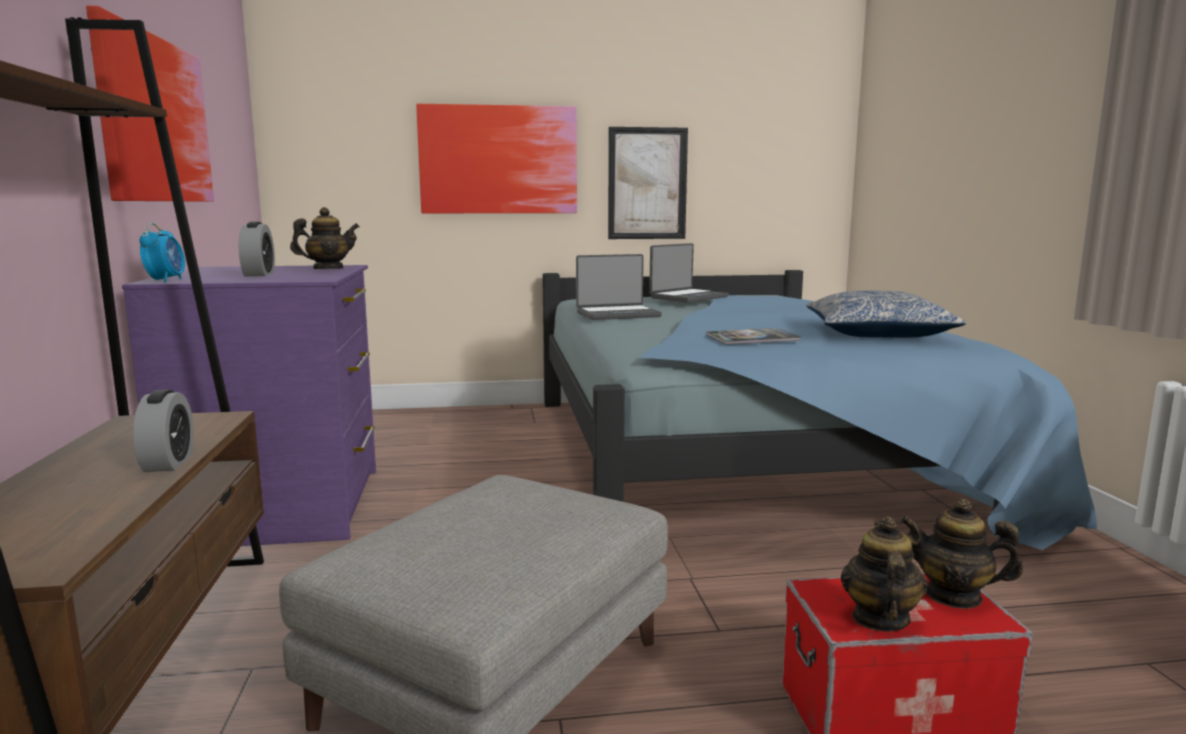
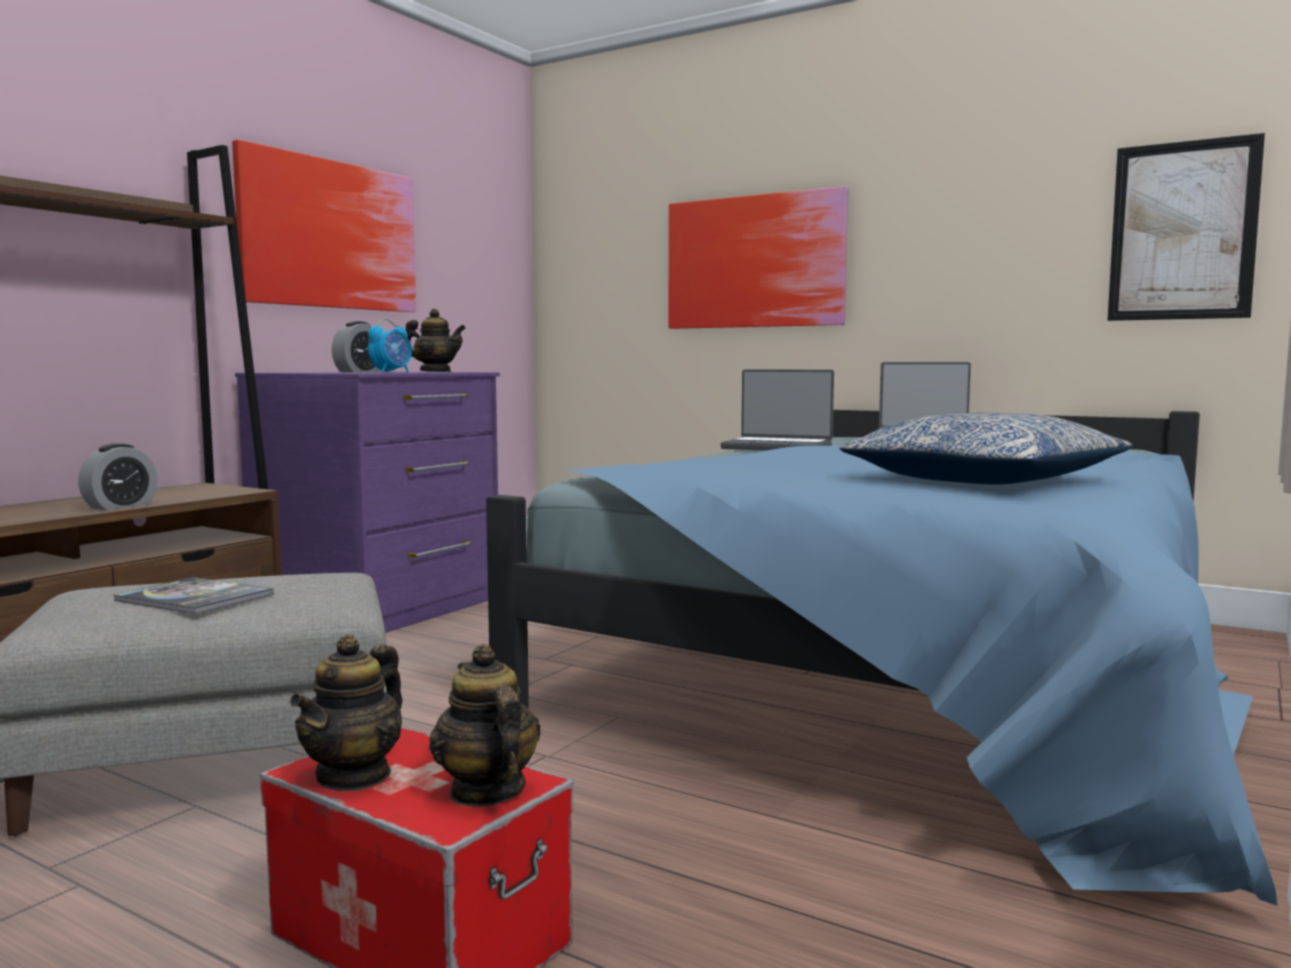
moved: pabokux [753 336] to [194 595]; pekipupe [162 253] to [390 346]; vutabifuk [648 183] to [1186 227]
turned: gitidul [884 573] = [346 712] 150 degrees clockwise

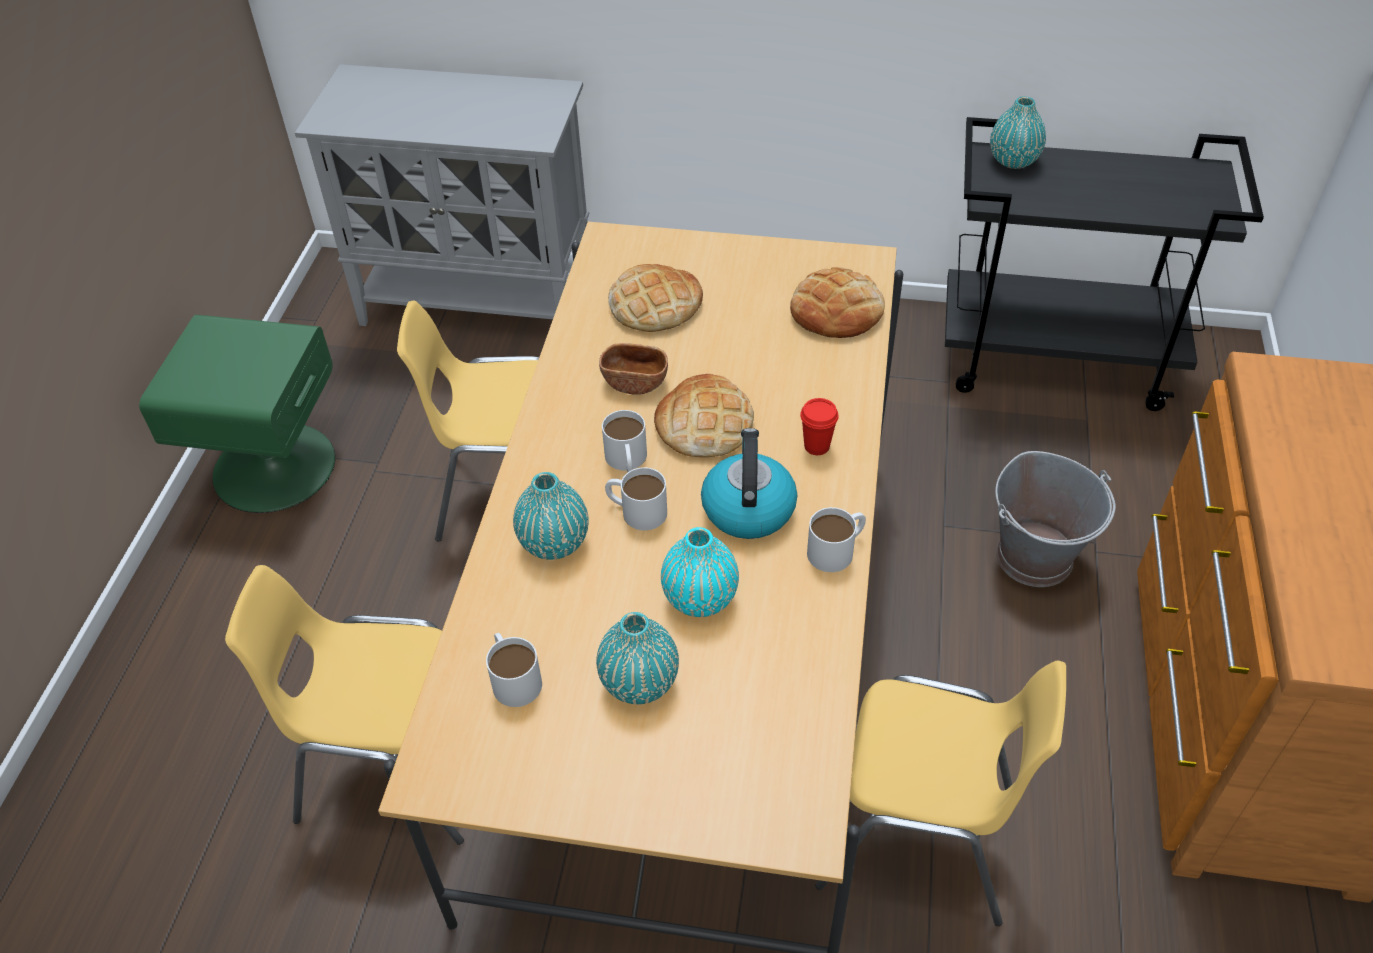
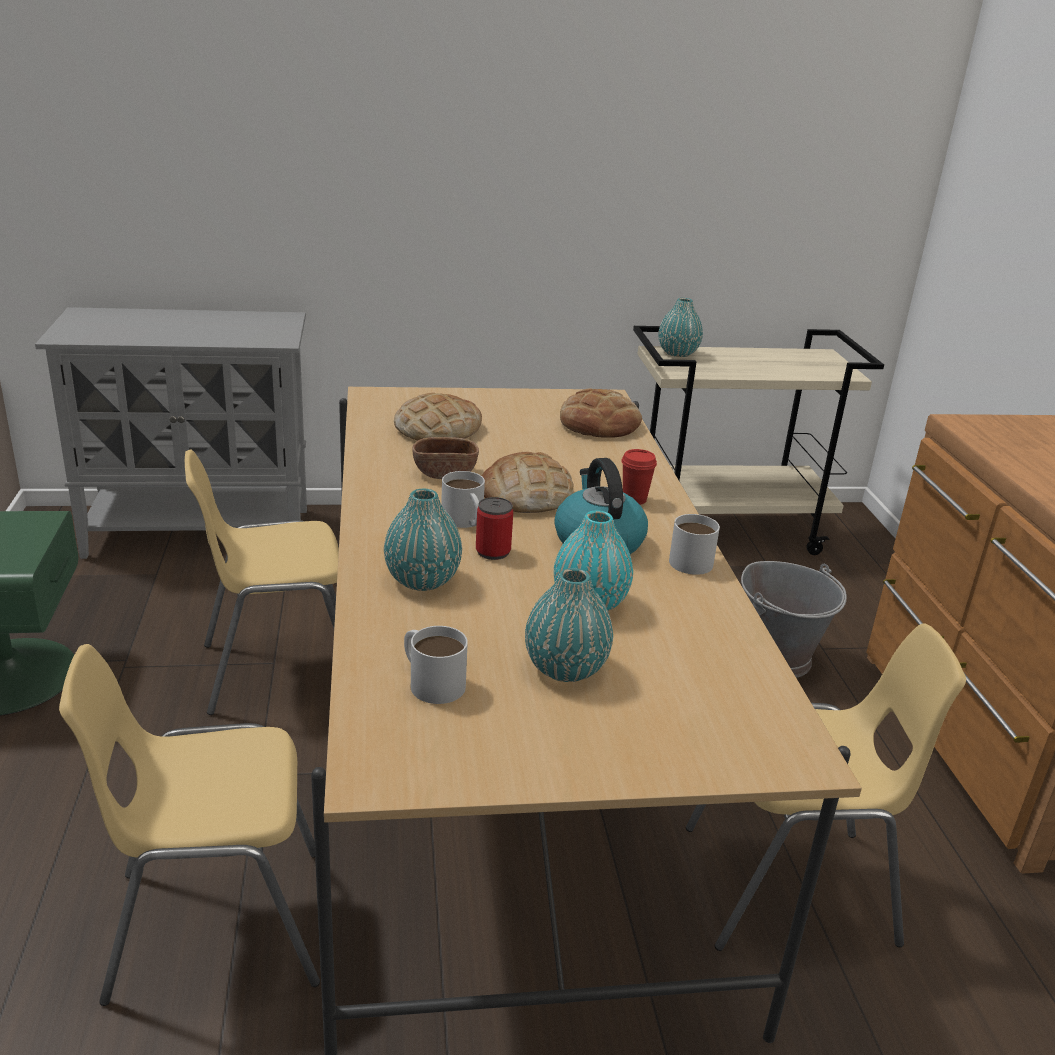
replaced: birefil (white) [636 498] to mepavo [494 528]
recoloured: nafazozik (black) [1104 264] to nafazozik (beige) [758 440]

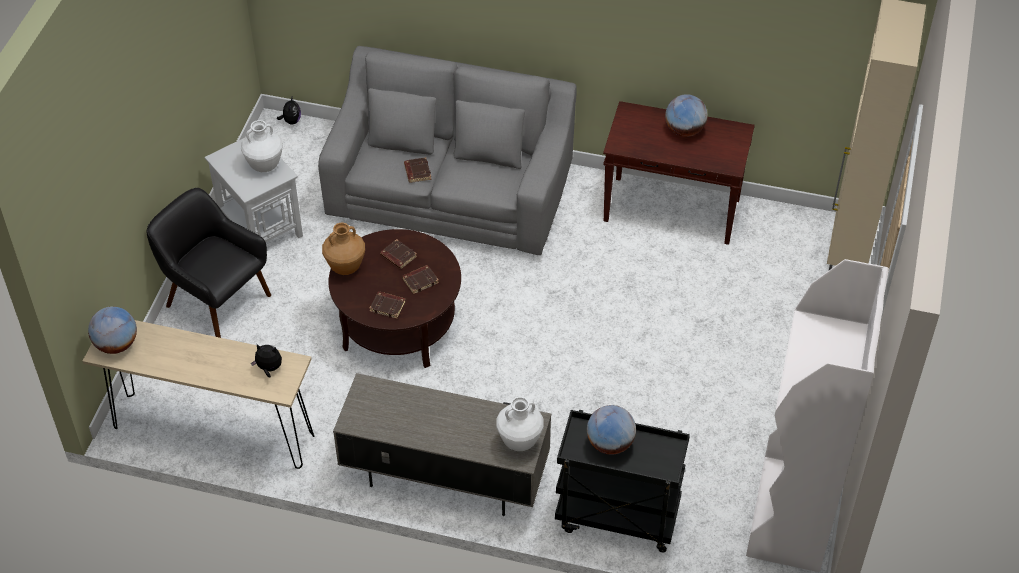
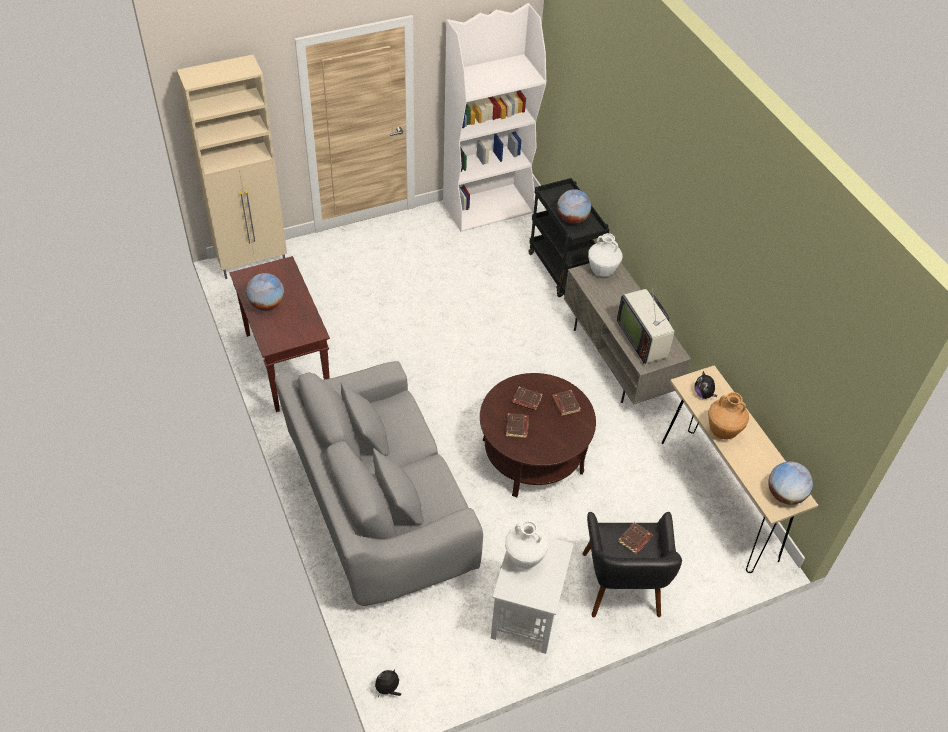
added: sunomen [646 325]
moved: pabokux (brown) [417 170] to [635 538]; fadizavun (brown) [343 249] to [728 416]

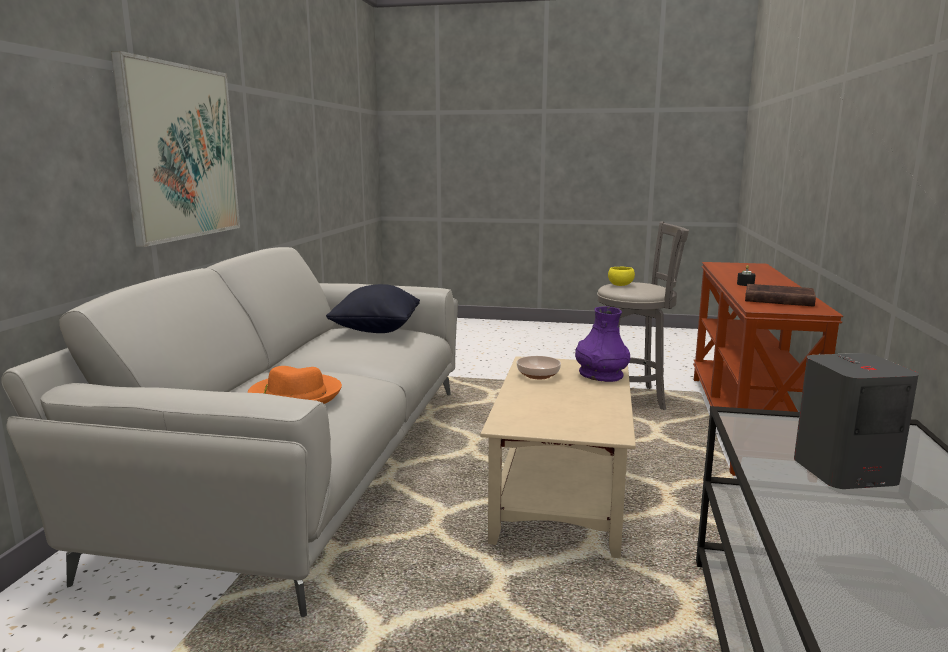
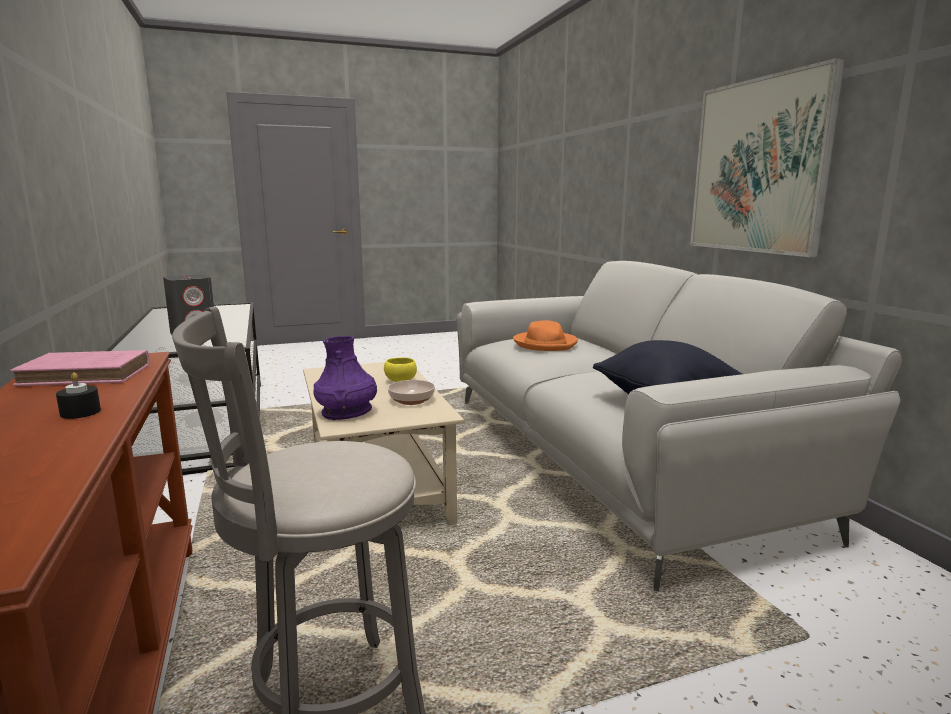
moved: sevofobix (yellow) [621 276] to [400 369]
recoloured: pabokux (brown) [780 295] to pabokux (pink) [80 368]

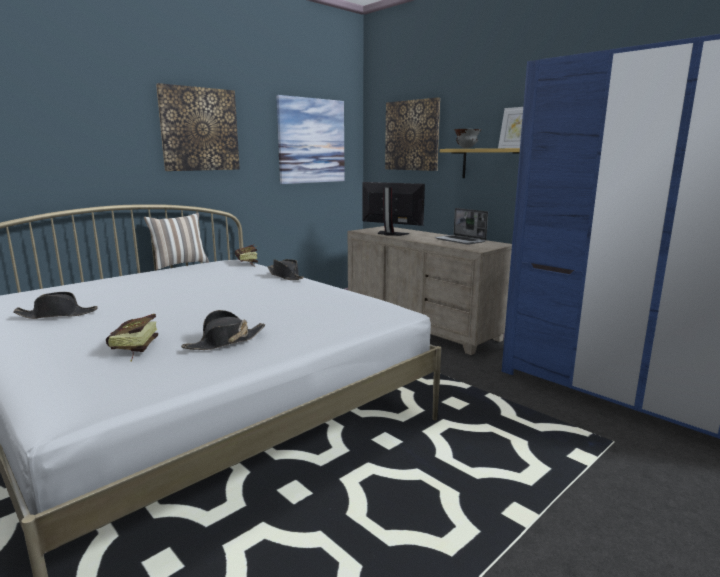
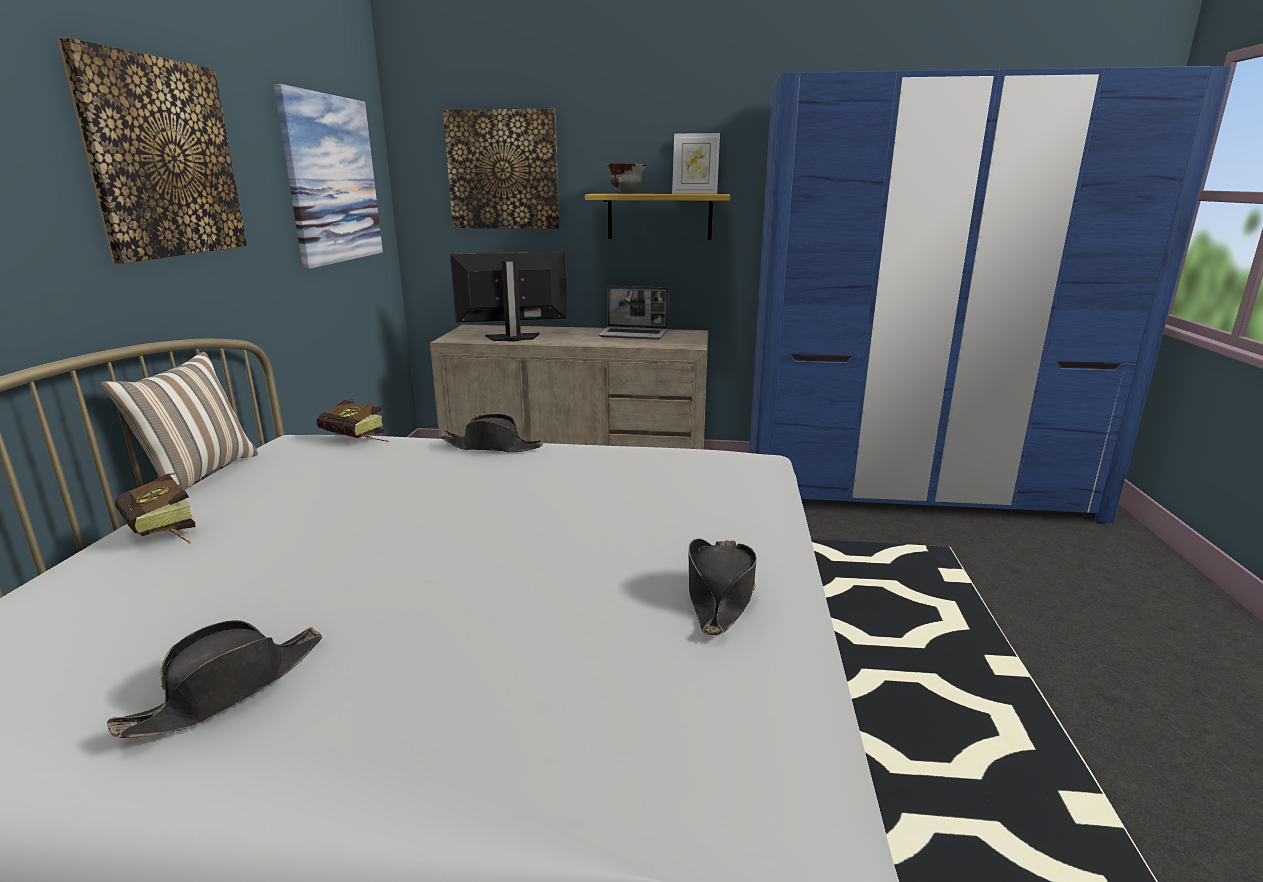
moved: pabokux [132 338] to [155 508]

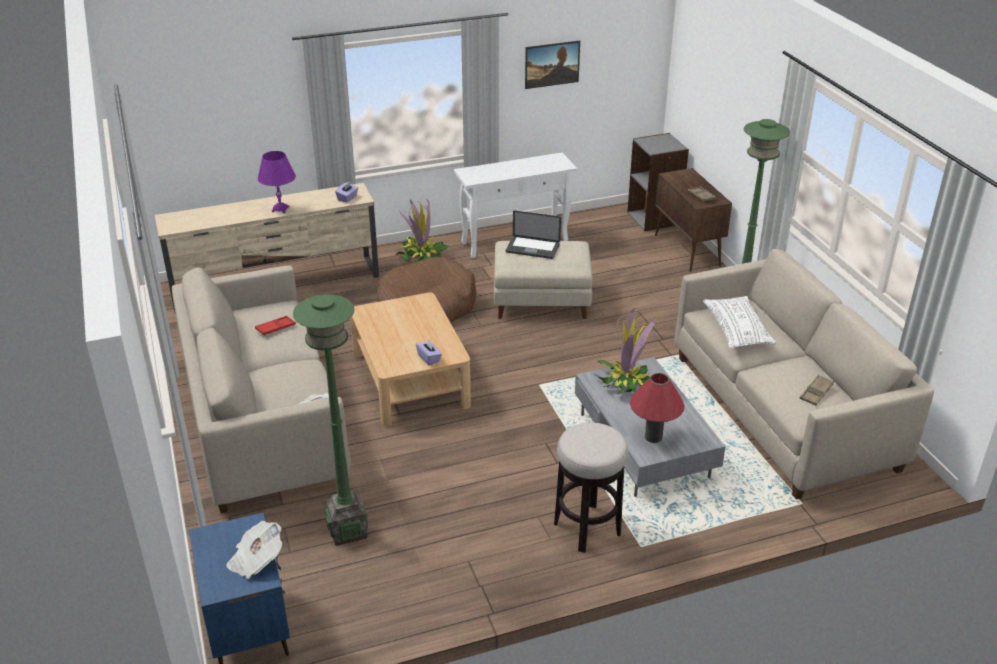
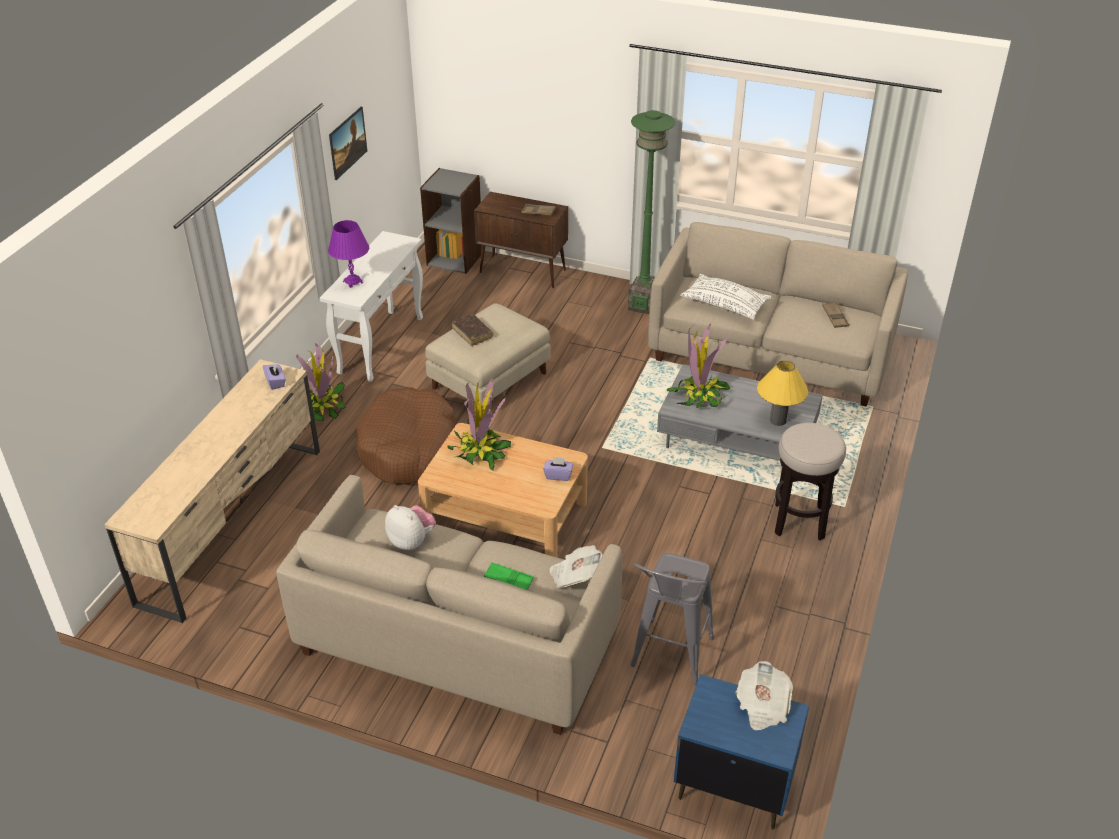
added: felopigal [479 424]; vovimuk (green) [509 576]
moved: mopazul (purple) [277 182] to [348 254]
replaced: vovimuk (red) [275 325] to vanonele [410 527]; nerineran [533 235] to pabokux (brown) [473 330]; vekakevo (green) [330 420] to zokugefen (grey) [672 619]
recoloured: mopazul (red) [657 408] to mopazul (yellow) [782 393]

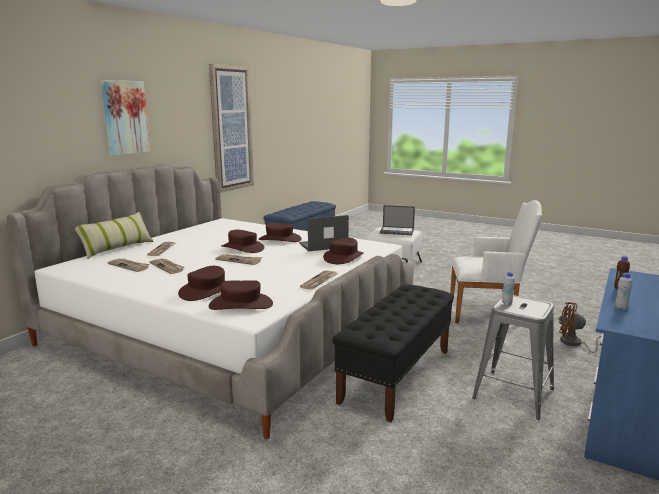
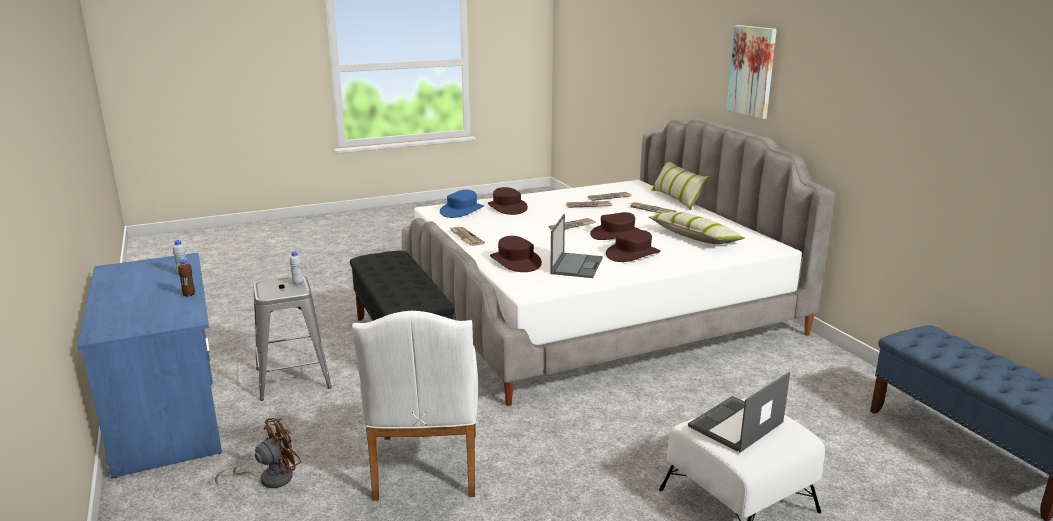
removed: vutabifuk [231 128]
added: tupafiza [697 228]
recoloured: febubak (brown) [241 295] to febubak (blue) [462 204]
turned: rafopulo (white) [496 261] = [415 406] 45 degrees counterclockwise

